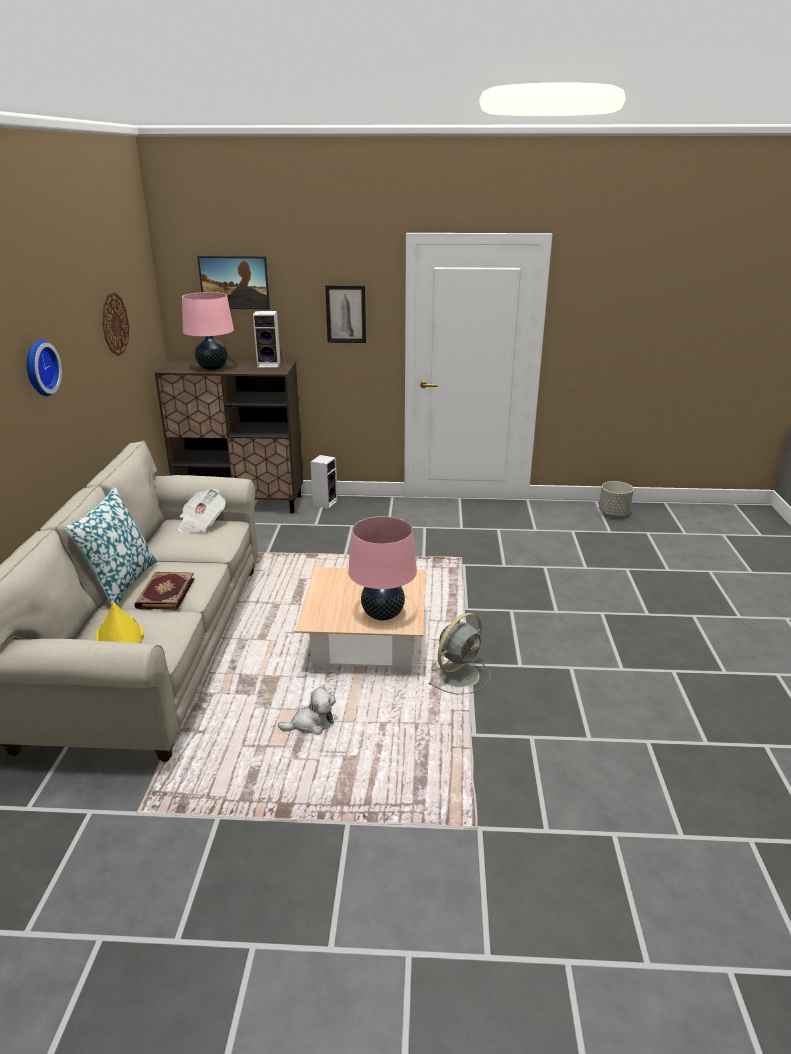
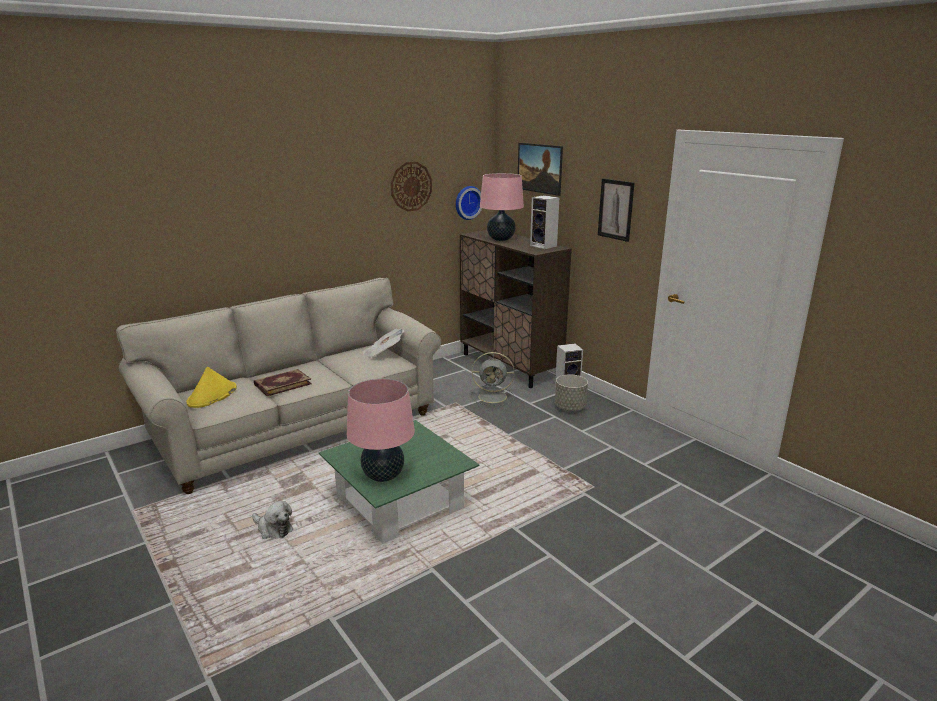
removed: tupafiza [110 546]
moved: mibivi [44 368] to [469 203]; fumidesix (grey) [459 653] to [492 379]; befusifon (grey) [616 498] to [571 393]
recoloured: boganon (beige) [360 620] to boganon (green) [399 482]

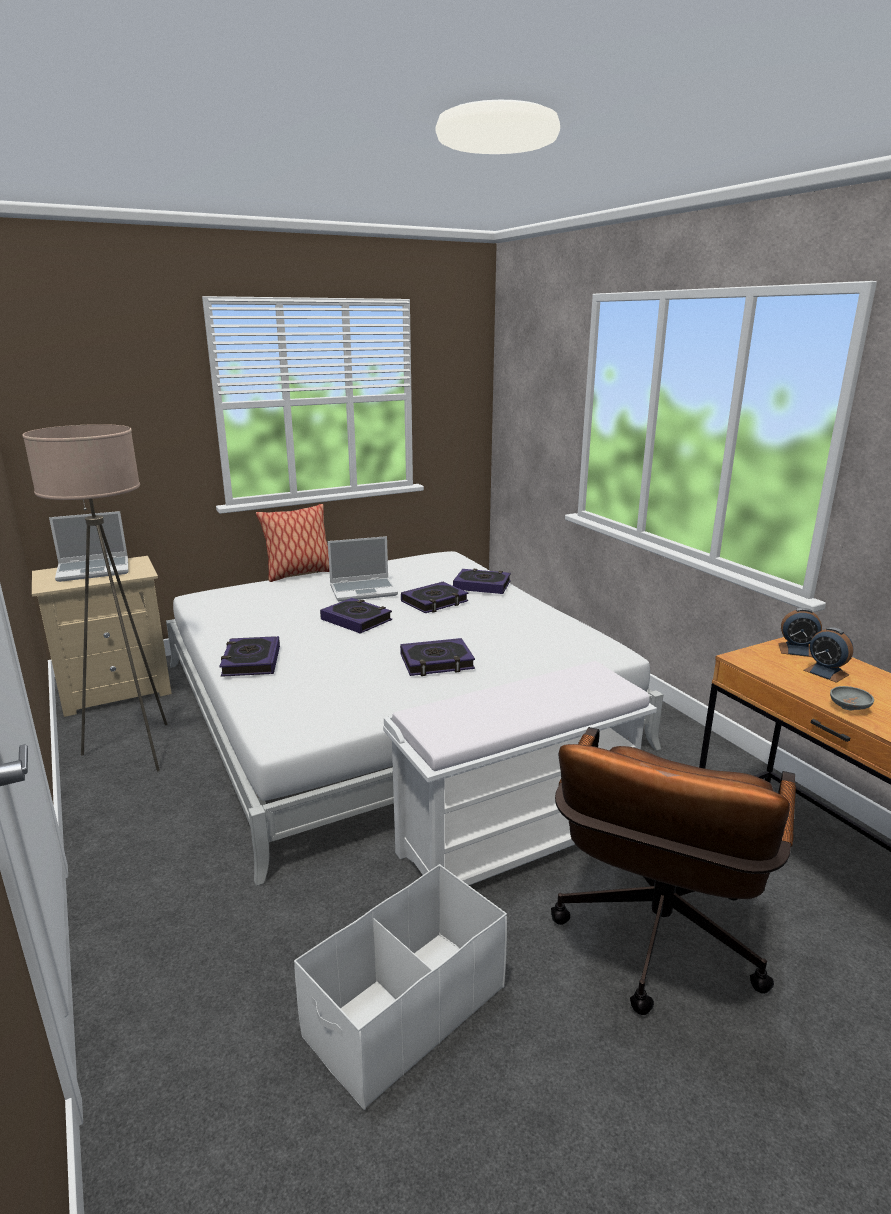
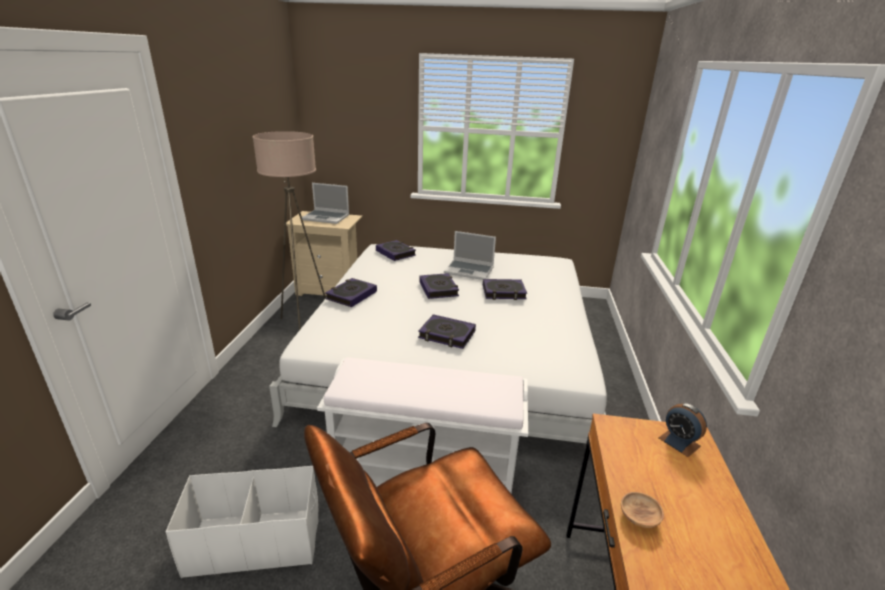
removed: tupafiza [292 543]; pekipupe [828 655]
moved: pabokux [482 581] to [396 250]
recoloured: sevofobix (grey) [852 698] to sevofobix (brown) [642 510]

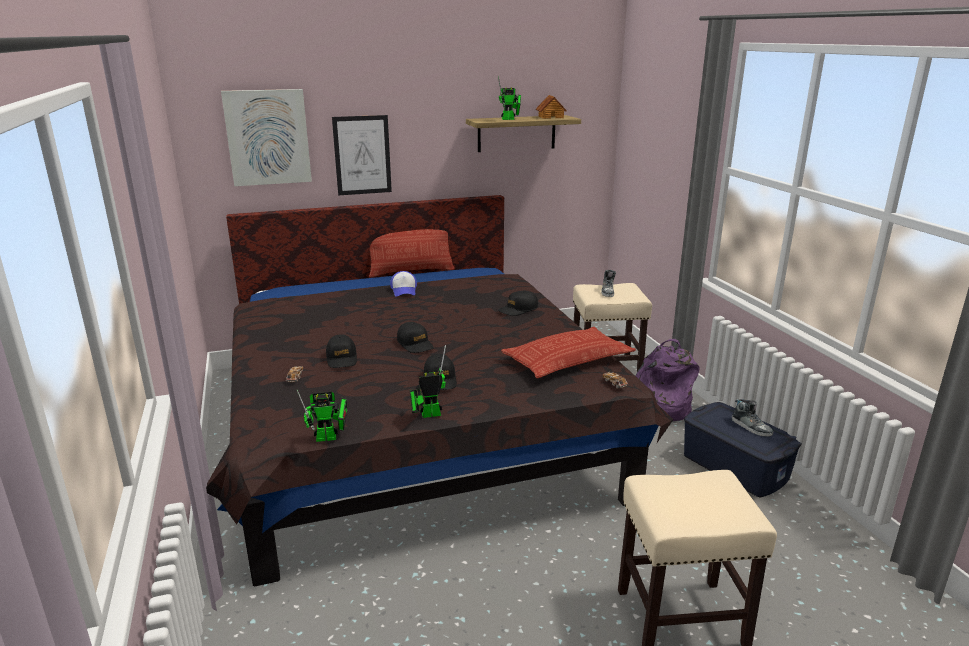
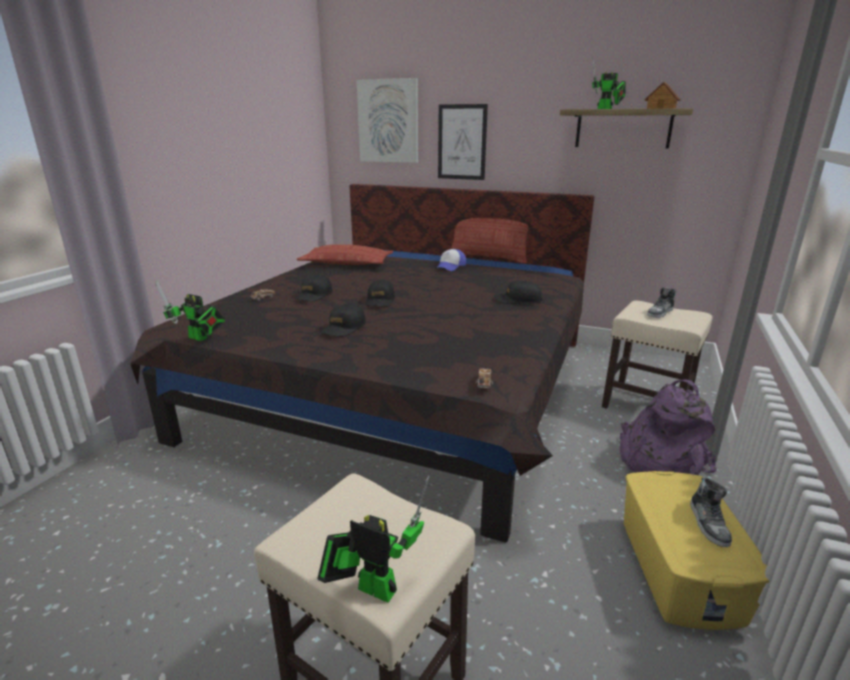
moved: tupafiza [568 352] to [344 254]; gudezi [428 381] to [373 539]
recoloured: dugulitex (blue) [743 449] to dugulitex (yellow) [696 550]

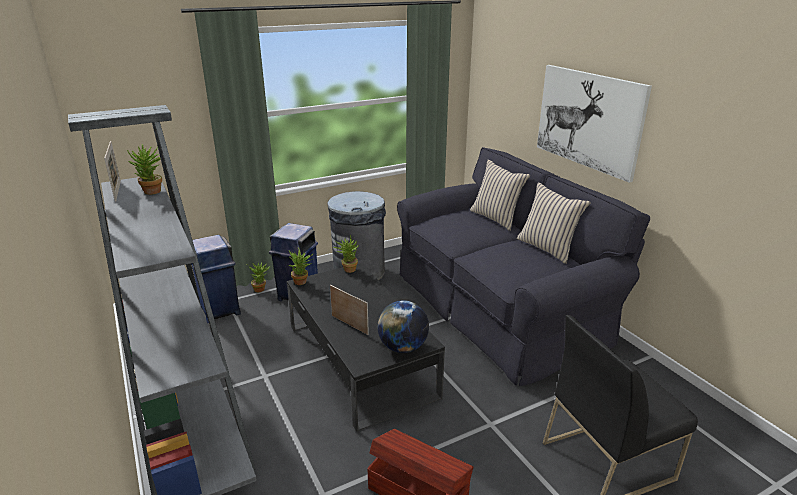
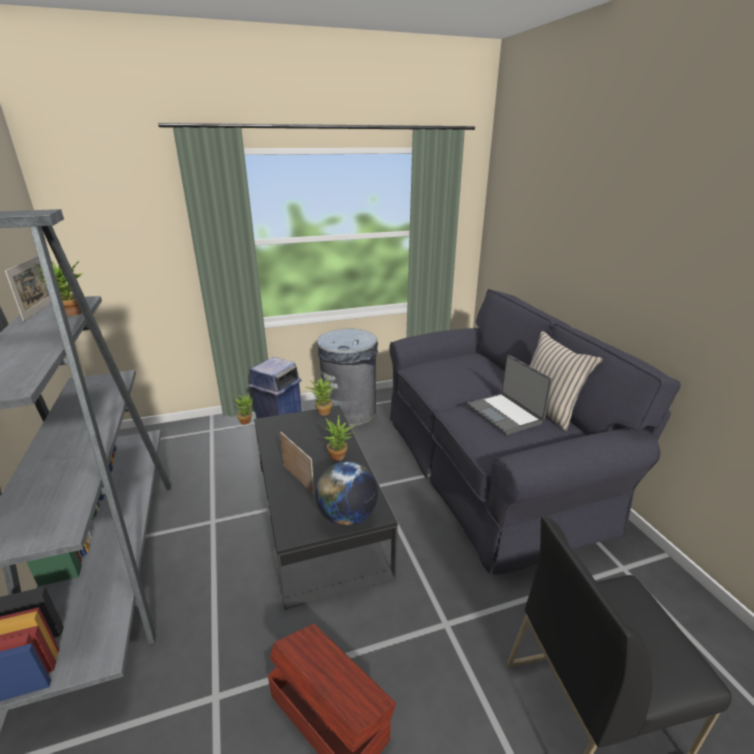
removed: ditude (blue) [216 279]; tupafiza (beige) [500 195]; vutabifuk [594 124]
added: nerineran [509 395]
moved: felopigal [301 266] to [339 438]

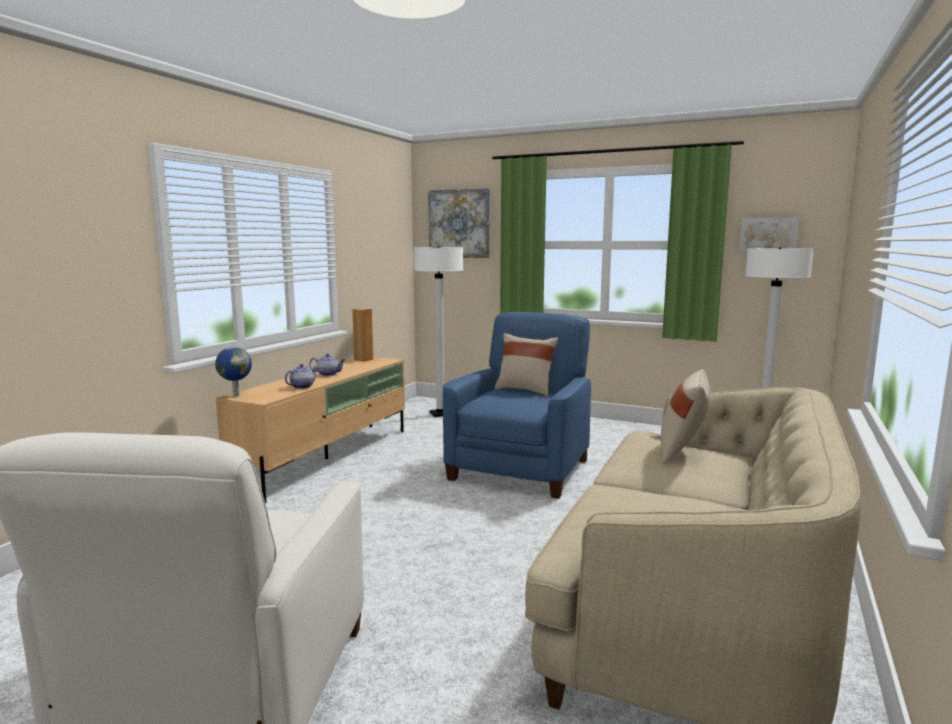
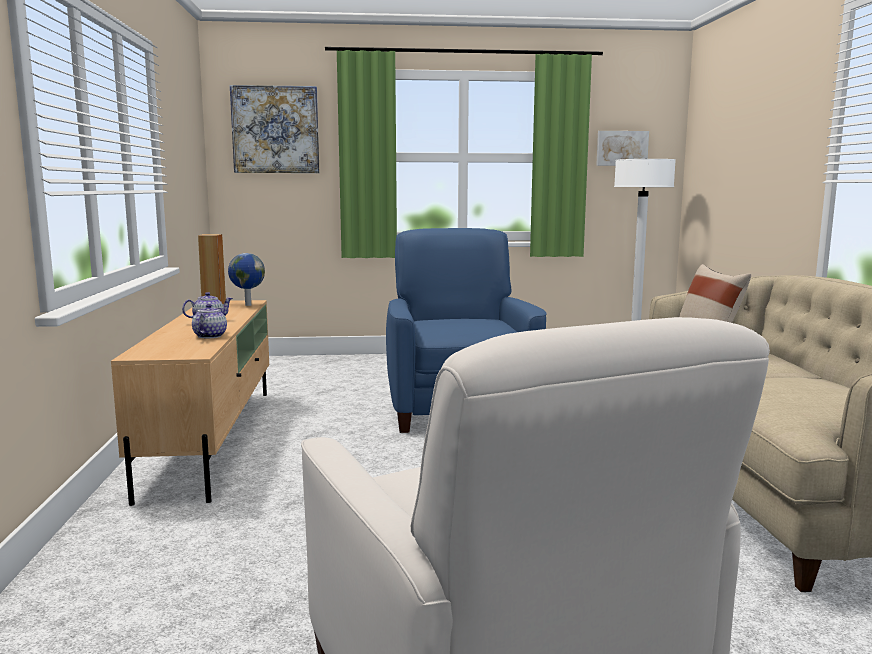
removed: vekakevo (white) [438 331]; tupafiza (beige) [527 364]
moved: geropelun [233 372] to [246 279]

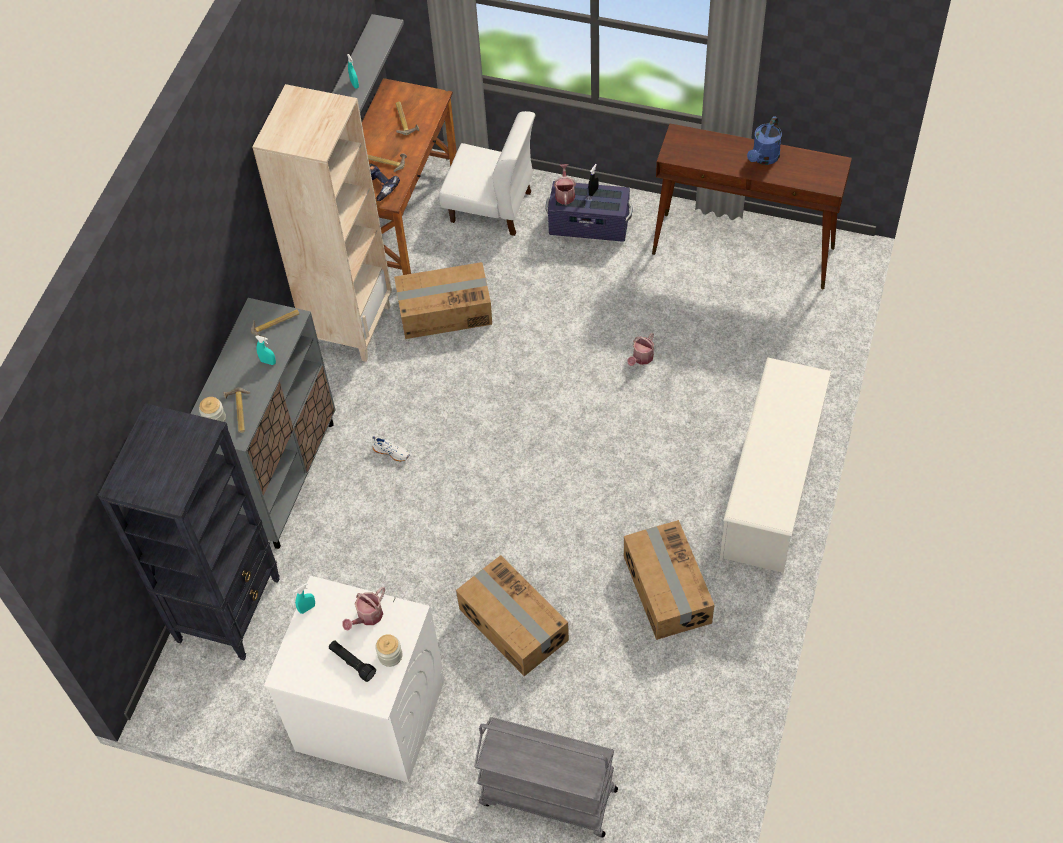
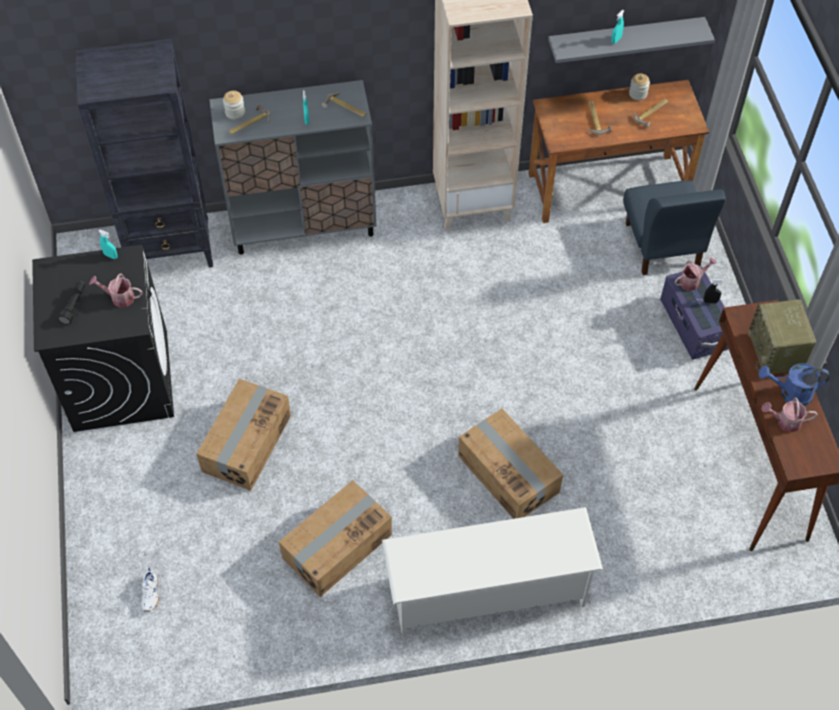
removed: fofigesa [384 182]; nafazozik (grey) [546 777]
added: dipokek [782 336]
moved: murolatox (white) [390 449] to [150 589]; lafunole [443 300] to [510 463]; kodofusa [388 650] to [639 86]; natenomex [640 349] to [789 414]
recoloured: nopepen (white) [354 679] to nopepen (black) [103 338]; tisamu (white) [487 173] to tisamu (blue) [674 227]

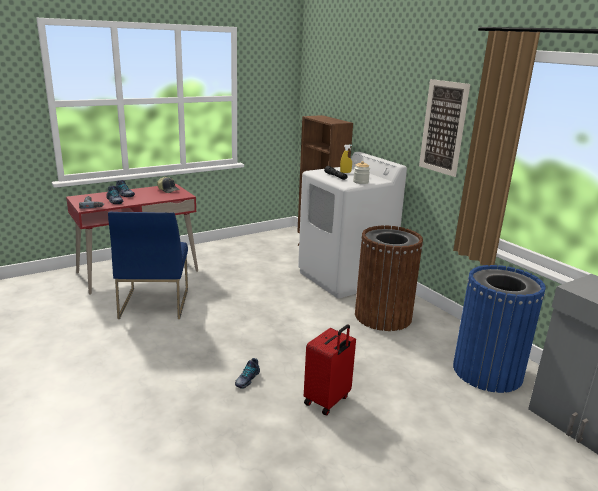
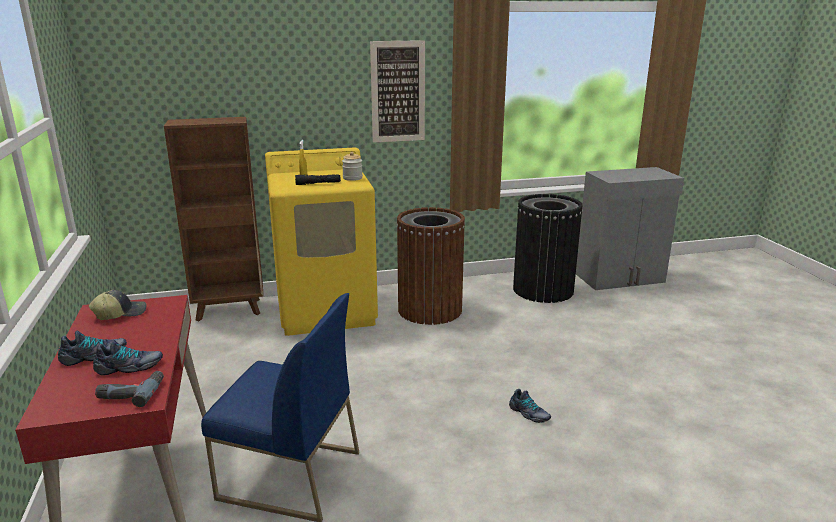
removed: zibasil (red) [330 370]
recoloured: nopepen (white) [352 225] to nopepen (yellow) [321 241]; ditude (blue) [499 329] to ditude (black) [548 248]

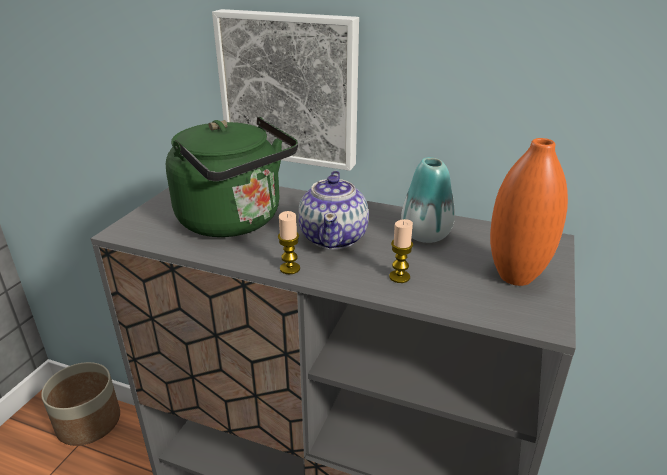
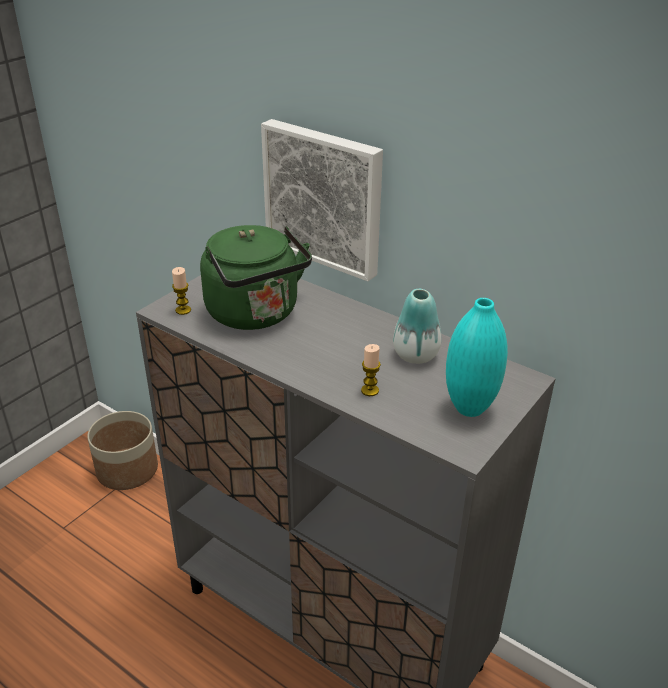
removed: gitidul [333 210]
moved: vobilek [289 243] to [181 291]
recoloured: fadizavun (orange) [529 212] to fadizavun (turquoise) [477 357]

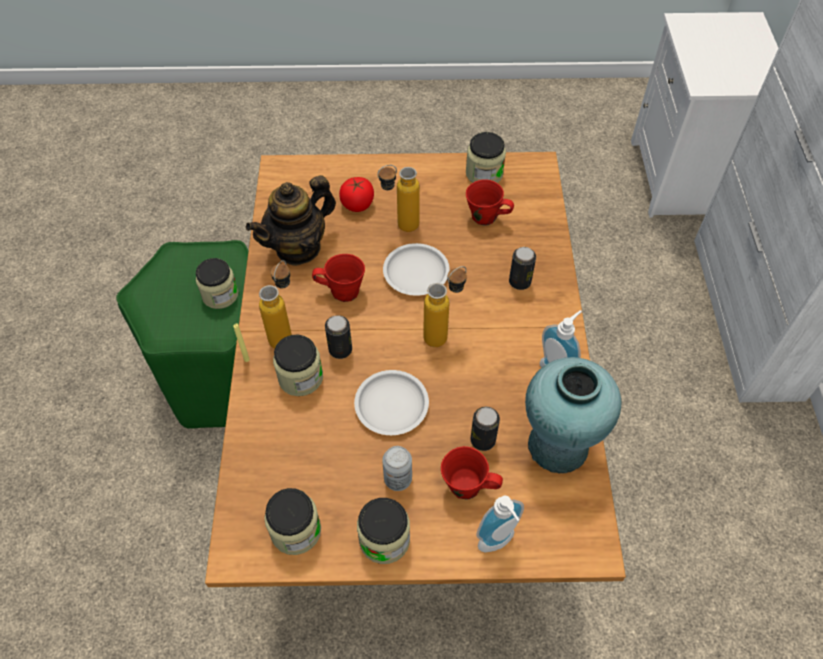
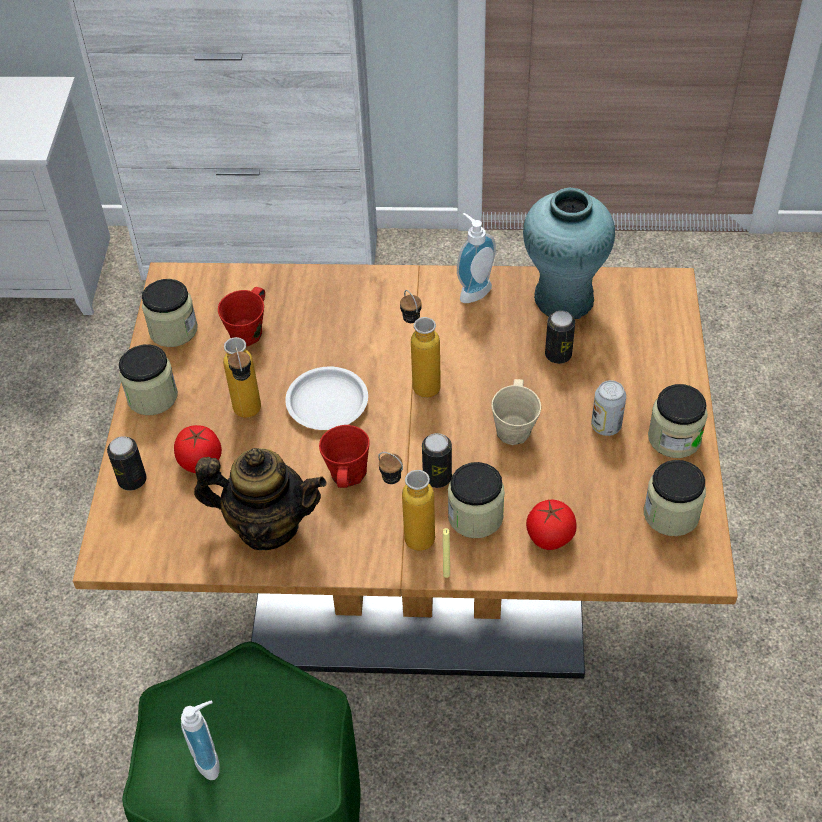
removed: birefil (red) [472 472]
added: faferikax [551 525]
moved: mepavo [522 268] to [127 463]; kodofusa [217 283] to [148 379]; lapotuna [500 524] to [200 740]
replaced: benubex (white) [391 402] to birefil (beige) [516 412]
turned: gitidul [291 220] = [260 499] 45 degrees counterclockwise

